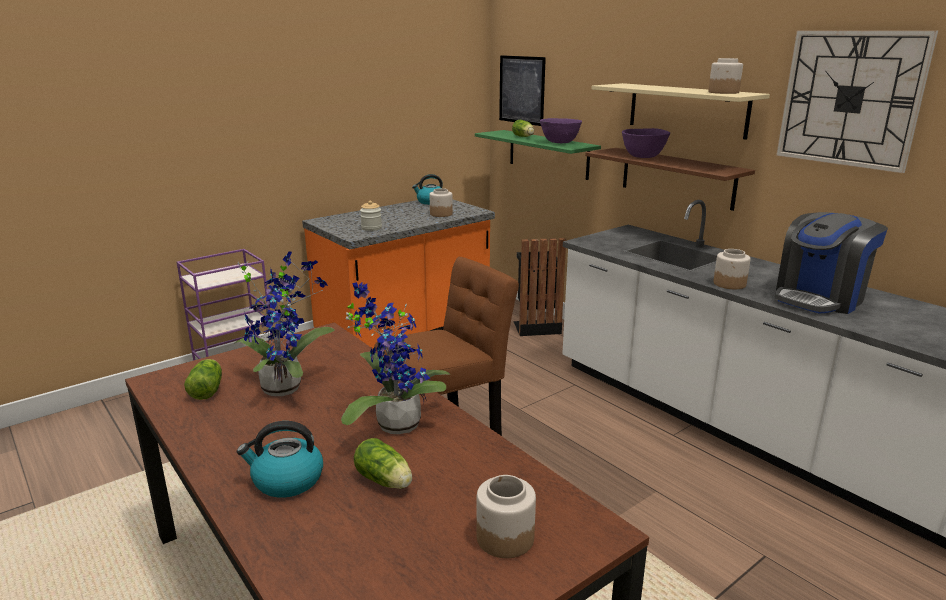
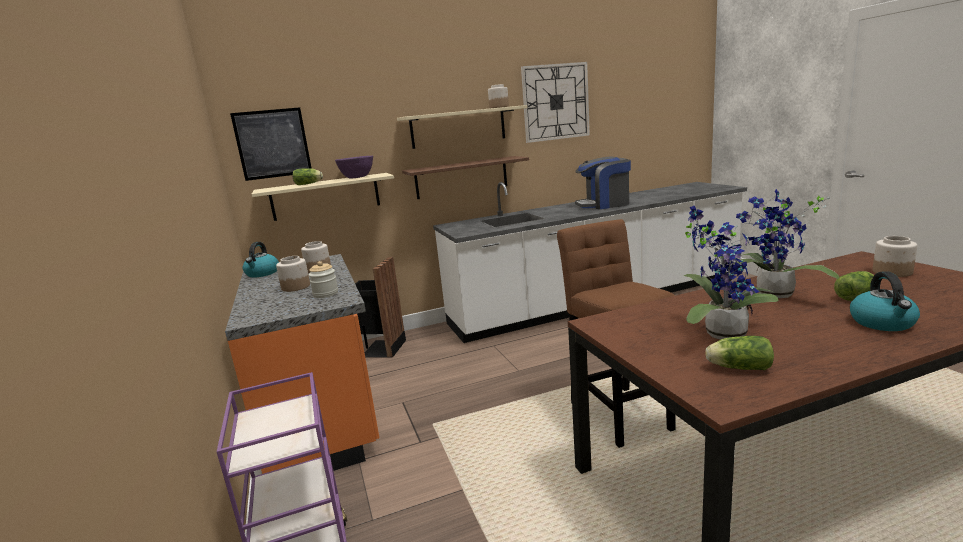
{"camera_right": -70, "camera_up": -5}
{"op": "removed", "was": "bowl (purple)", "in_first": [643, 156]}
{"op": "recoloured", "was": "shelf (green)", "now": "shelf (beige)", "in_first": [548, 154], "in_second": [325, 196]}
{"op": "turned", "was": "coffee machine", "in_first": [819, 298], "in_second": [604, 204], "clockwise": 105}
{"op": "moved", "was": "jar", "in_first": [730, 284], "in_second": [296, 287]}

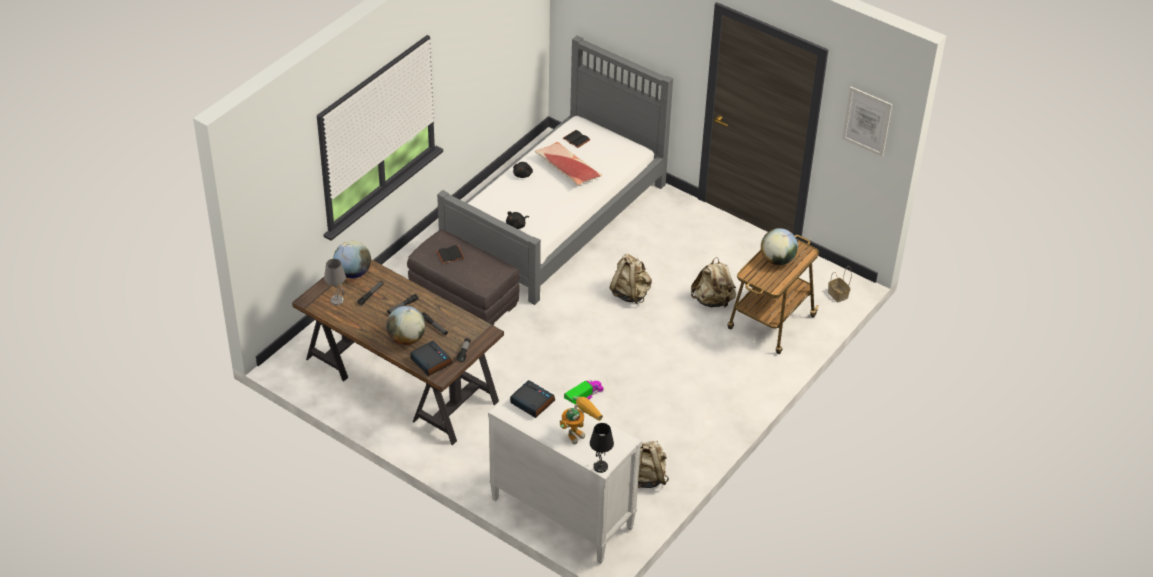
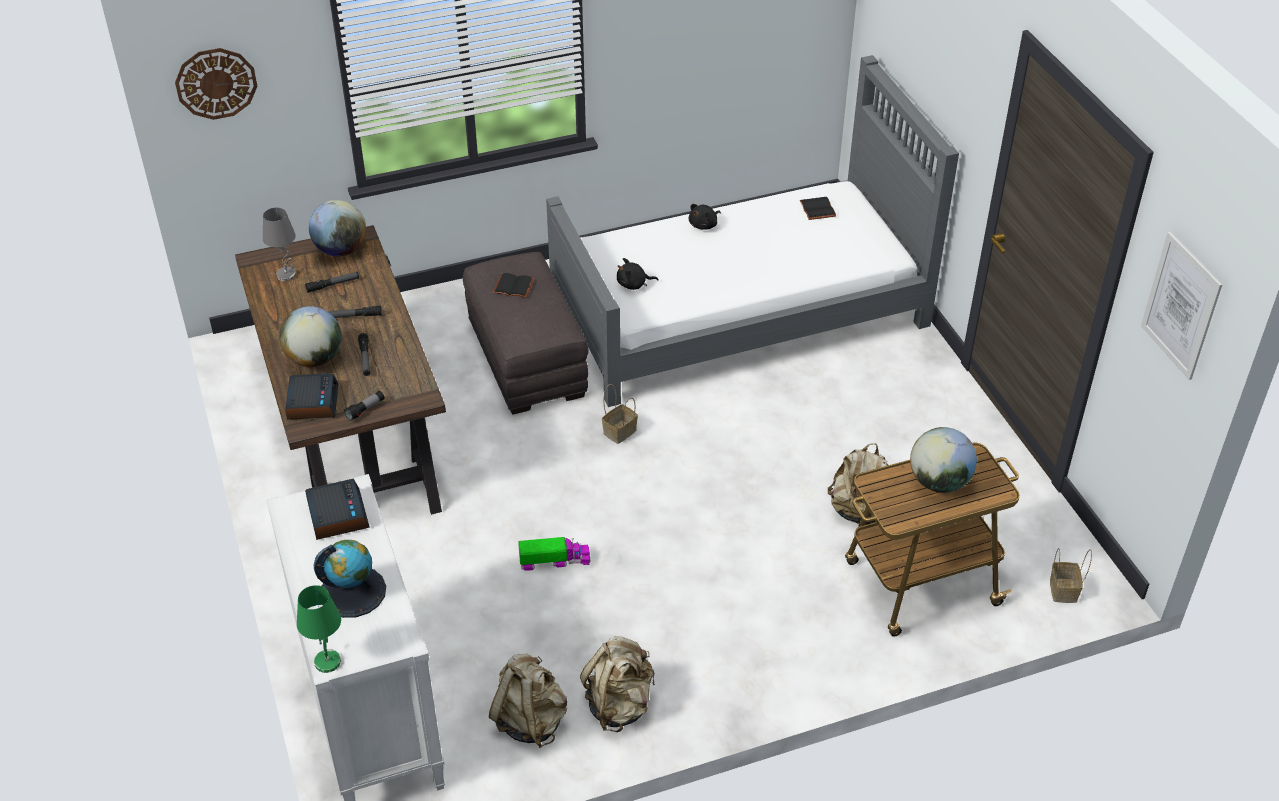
{"camera_right": 35, "camera_up": 0}
{"op": "removed", "was": "pillow", "in_first": [567, 169]}
{"op": "moved", "was": "backpack (beige)", "in_first": [630, 293], "in_second": [619, 705]}
{"op": "replaced", "was": "toy robot", "now": "globe", "in_first": [578, 432], "in_second": [353, 591]}
{"op": "recoloured", "was": "table lamp (black)", "now": "table lamp (green)", "in_first": [600, 467], "in_second": [327, 661]}
{"op": "added", "now": "wall clock", "in_second": [216, 83]}
{"op": "added", "now": "basket", "in_second": [620, 431]}

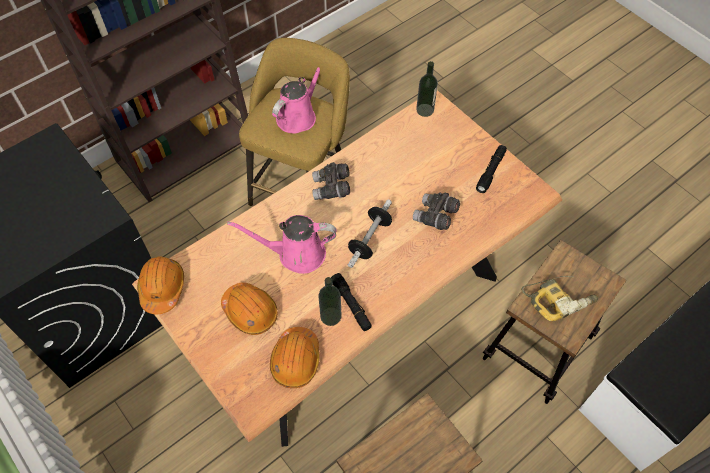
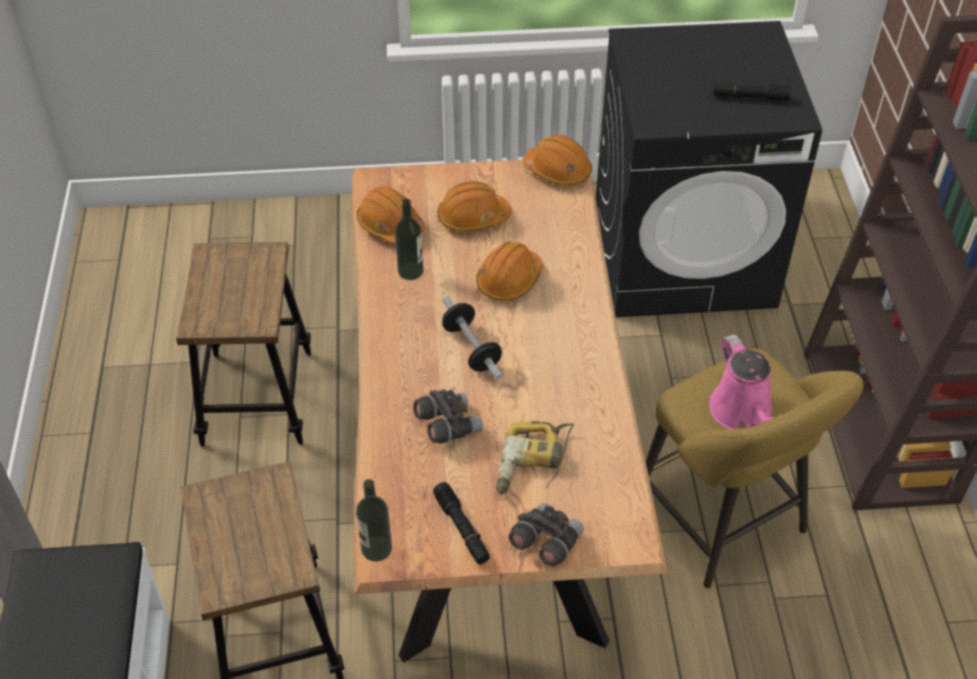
{"camera_right": 125, "camera_up": -10}
{"op": "moved", "was": "bottle", "in_first": [425, 110], "in_second": [376, 548]}
{"op": "moved", "was": "binoculars (grey)", "in_first": [331, 188], "in_second": [545, 542]}
{"op": "replaced", "was": "watering can (pink)", "now": "hard hat (orange)", "in_first": [296, 253], "in_second": [509, 280]}
{"op": "moved", "was": "flashlight (black)", "in_first": [351, 305], "in_second": [750, 97]}
{"op": "moved", "was": "power drill", "in_first": [558, 298], "in_second": [533, 464]}

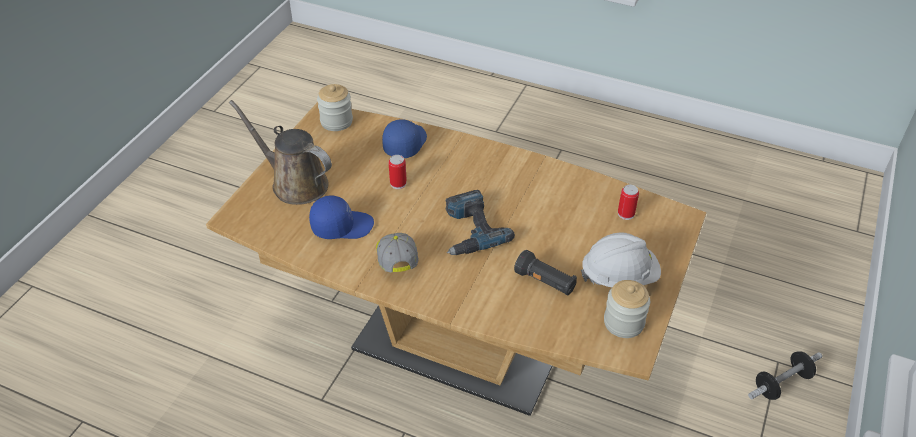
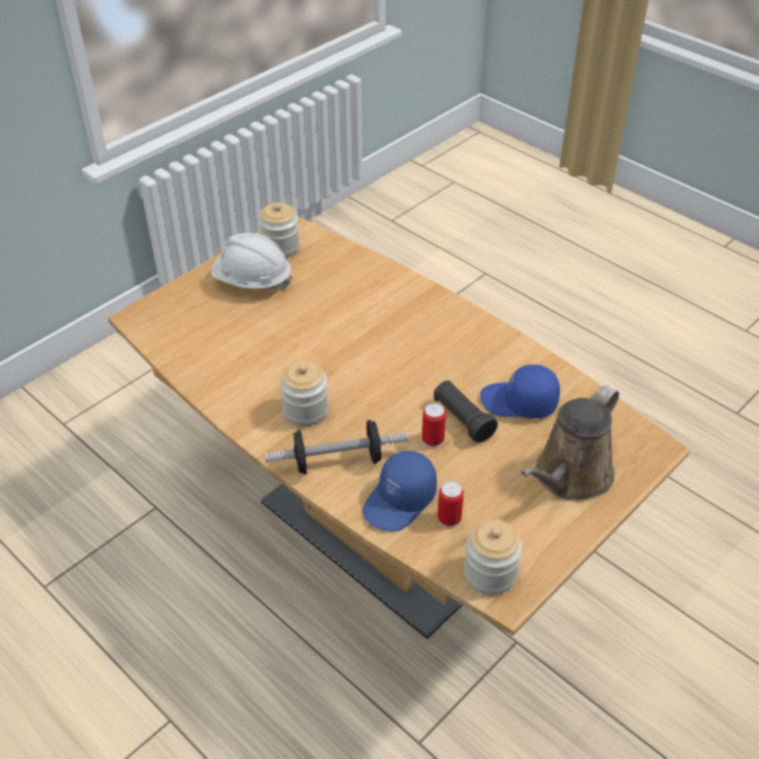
{"camera_right": -160, "camera_up": 0}
{"op": "turned", "was": "watering can (brown)", "in_first": [295, 183], "in_second": [569, 477], "clockwise": 75}
{"op": "moved", "was": "can", "in_first": [626, 214], "in_second": [449, 518]}
{"op": "removed", "was": "power drill", "in_first": [469, 230]}
{"op": "removed", "was": "cap", "in_first": [396, 259]}
{"op": "moved", "was": "flashlight (black)", "in_first": [545, 282], "in_second": [462, 419]}
{"op": "moved", "was": "dumbbell", "in_first": [782, 383], "in_second": [337, 461]}
{"op": "added", "now": "jar", "in_second": [305, 410]}

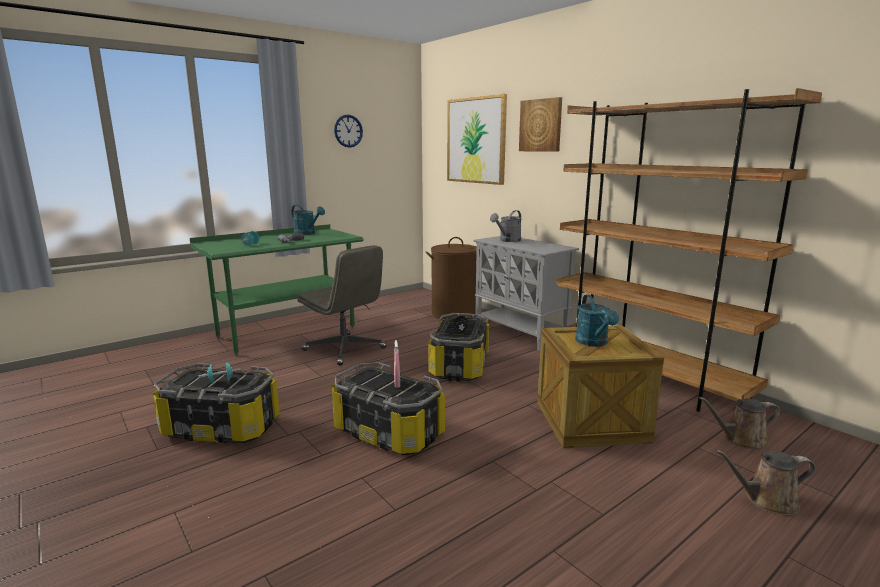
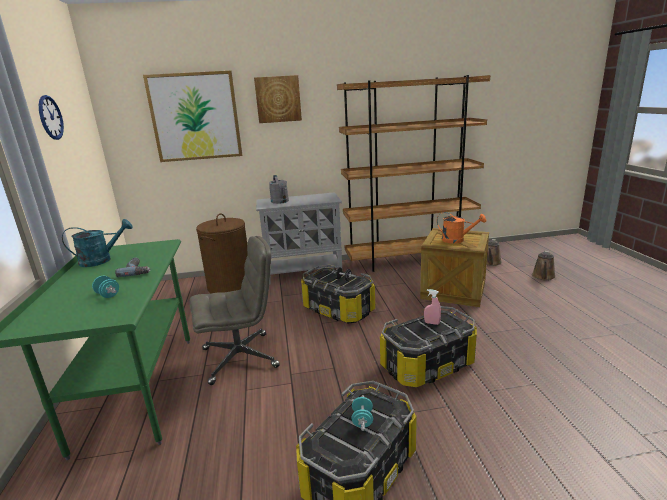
{"camera_right": -60, "camera_up": 5}
{"op": "recoloured", "was": "watering can (turquoise)", "now": "watering can (orange)", "in_first": [594, 343], "in_second": [457, 240]}

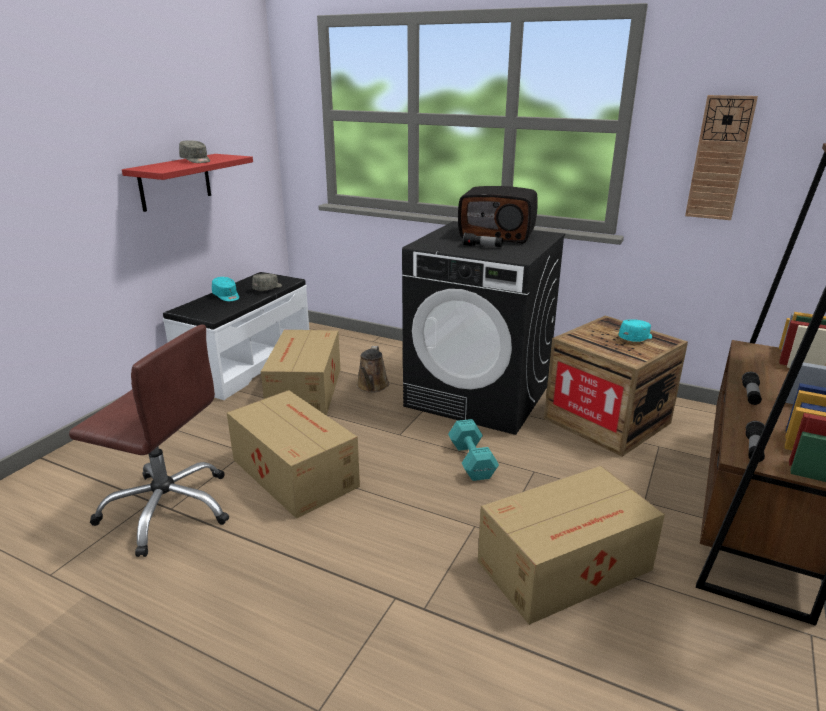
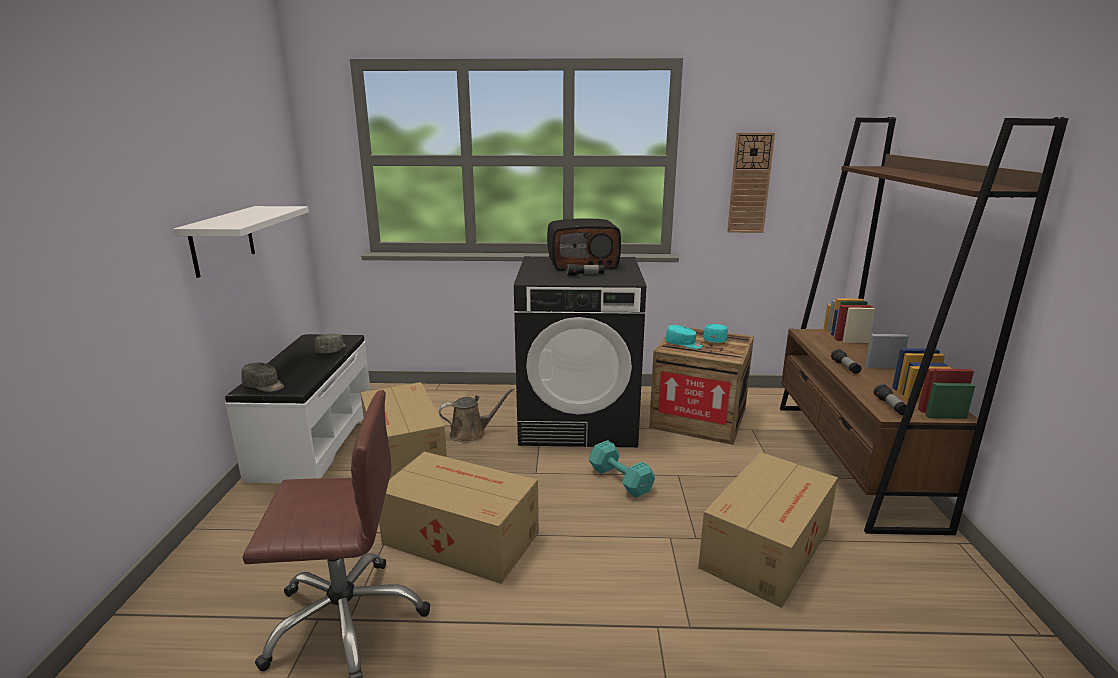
{"camera_right": -25, "camera_up": -5}
{"op": "moved", "was": "cap (grey)", "in_first": [196, 160], "in_second": [264, 386]}
{"op": "recoloured", "was": "shelf (red)", "now": "shelf (white)", "in_first": [175, 182], "in_second": [222, 240]}
{"op": "moved", "was": "cap (turquoise)", "in_first": [226, 296], "in_second": [683, 344]}
{"op": "turned", "was": "watering can (brown)", "in_first": [372, 386], "in_second": [471, 433], "clockwise": -90}

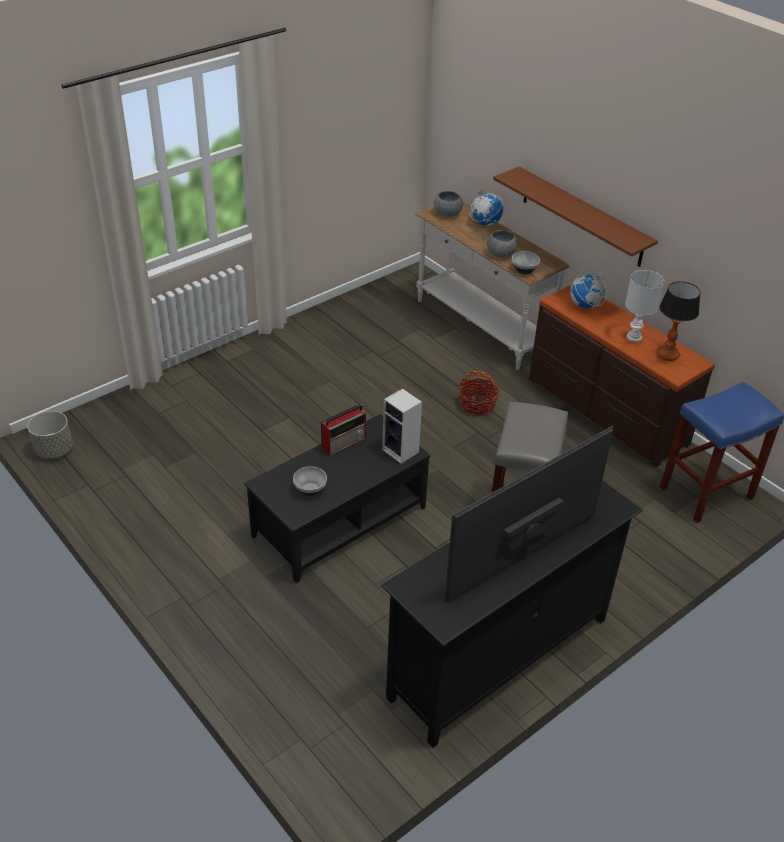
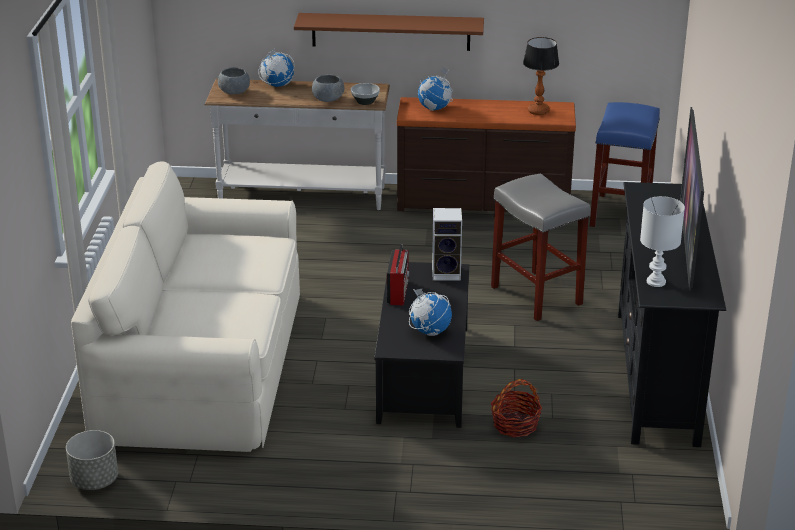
{"camera_right": -45, "camera_up": -10}
{"op": "moved", "was": "table lamp (white)", "in_first": [634, 337], "in_second": [655, 281]}
{"op": "moved", "was": "basket", "in_first": [477, 405], "in_second": [515, 424]}
{"op": "replaced", "was": "bowl", "now": "globe", "in_first": [310, 490], "in_second": [430, 331]}
{"op": "added", "now": "sofa (beige)", "in_second": [202, 363]}

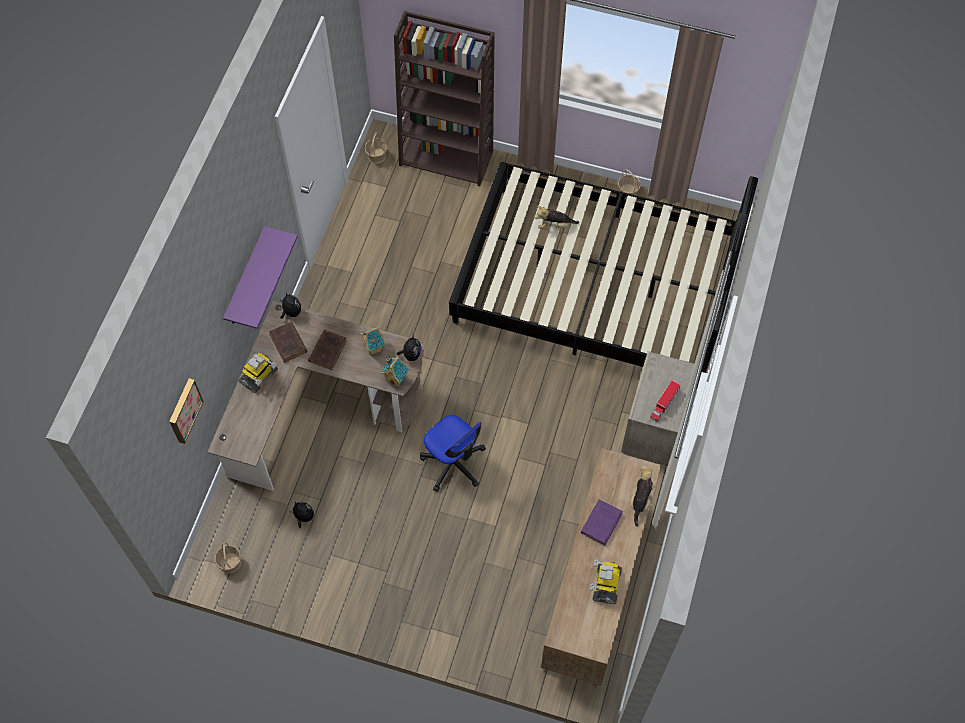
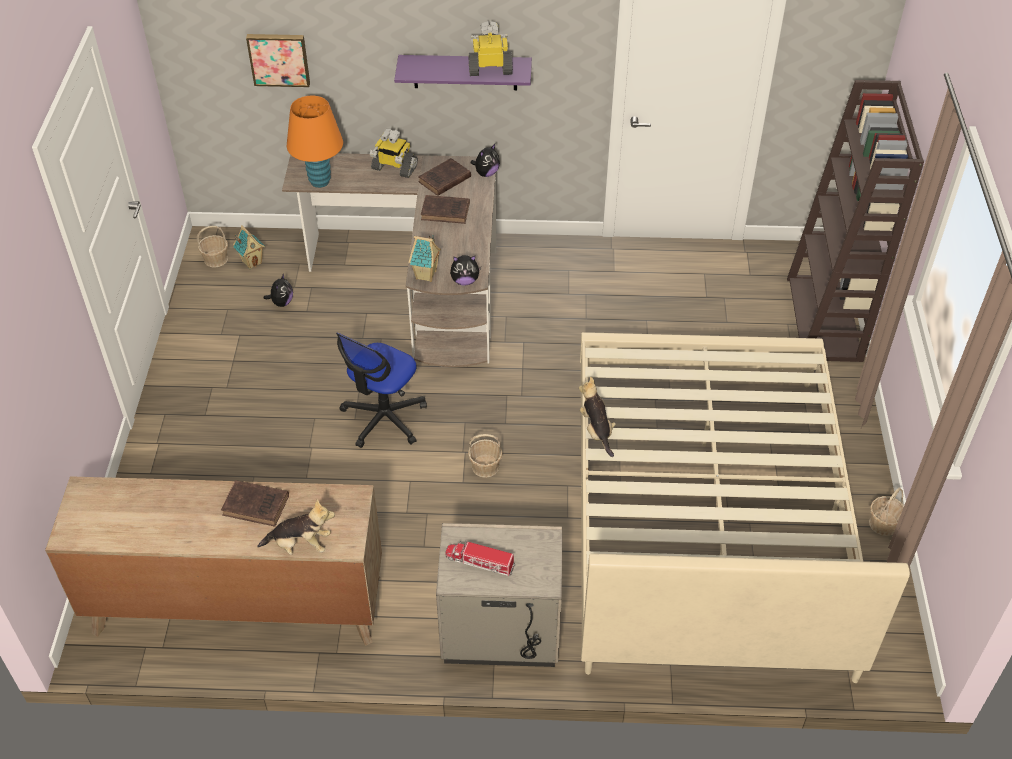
{"camera_right": 75, "camera_up": -15}
{"op": "moved", "was": "basket", "in_first": [376, 156], "in_second": [485, 466]}
{"op": "recoloured", "was": "bed (black)", "now": "bed (beige)", "in_first": [595, 285], "in_second": [706, 515]}
{"op": "moved", "was": "plush toy", "in_first": [554, 225], "in_second": [596, 430]}
{"op": "moved", "was": "toy house", "in_first": [374, 348], "in_second": [252, 262]}
{"op": "recoloured", "was": "book (purple)", "now": "book (brown)", "in_first": [602, 522], "in_second": [257, 506]}
{"op": "moved", "was": "toy robot", "in_first": [605, 584], "in_second": [490, 69]}
{"op": "added", "now": "table lamp (orange)", "in_second": [319, 181]}

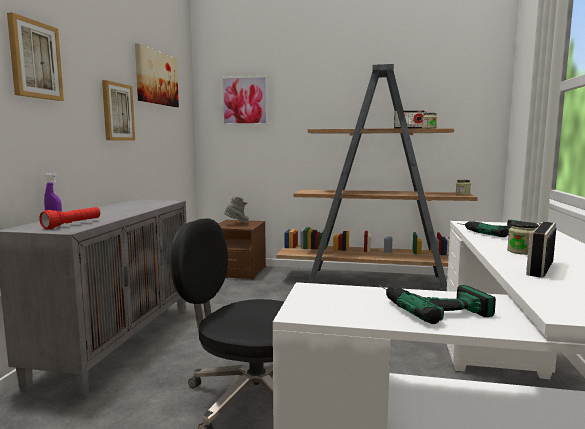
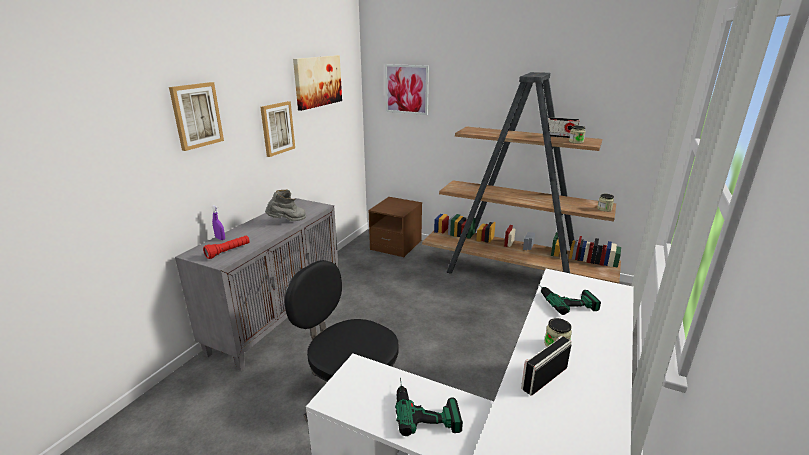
{"camera_right": 15, "camera_up": 15}
{"op": "moved", "was": "boot (grey)", "in_first": [237, 224], "in_second": [288, 222]}

